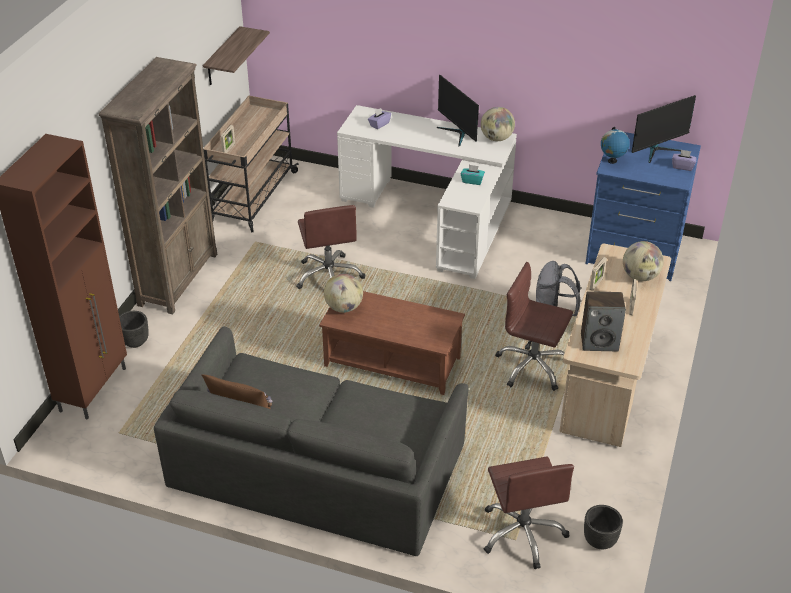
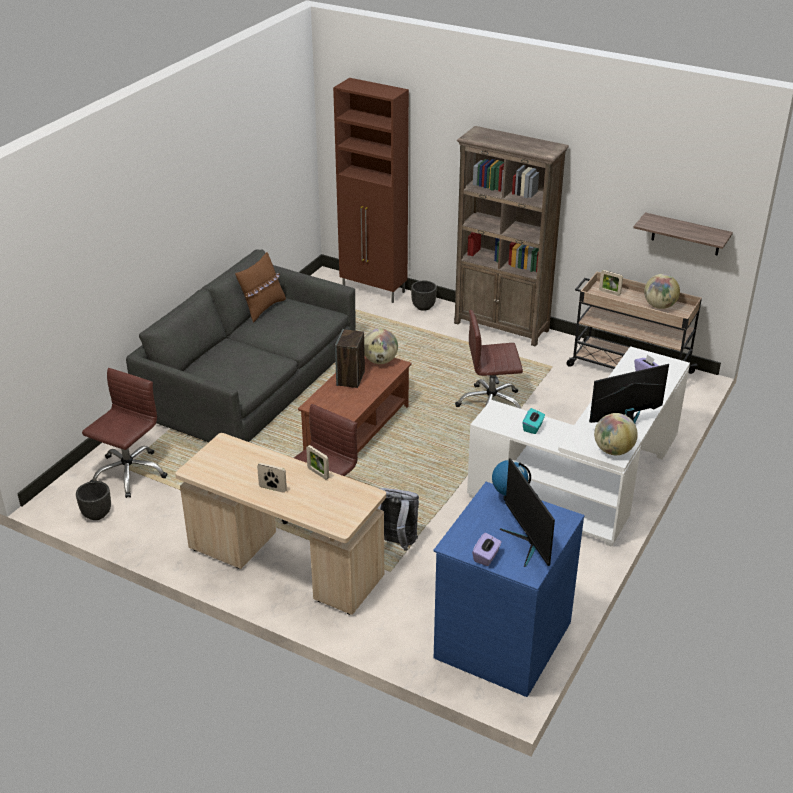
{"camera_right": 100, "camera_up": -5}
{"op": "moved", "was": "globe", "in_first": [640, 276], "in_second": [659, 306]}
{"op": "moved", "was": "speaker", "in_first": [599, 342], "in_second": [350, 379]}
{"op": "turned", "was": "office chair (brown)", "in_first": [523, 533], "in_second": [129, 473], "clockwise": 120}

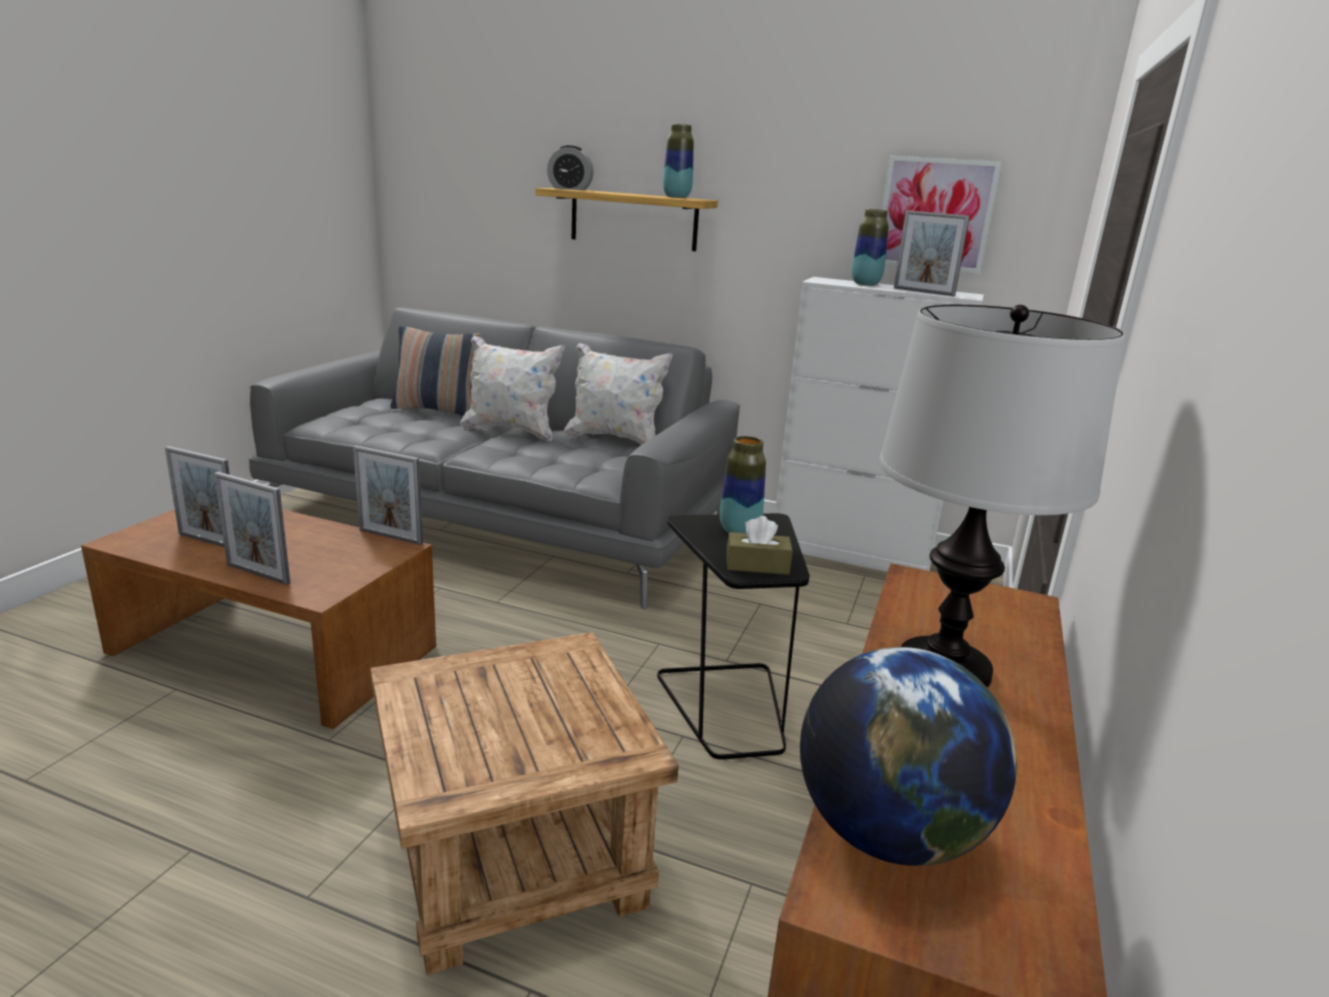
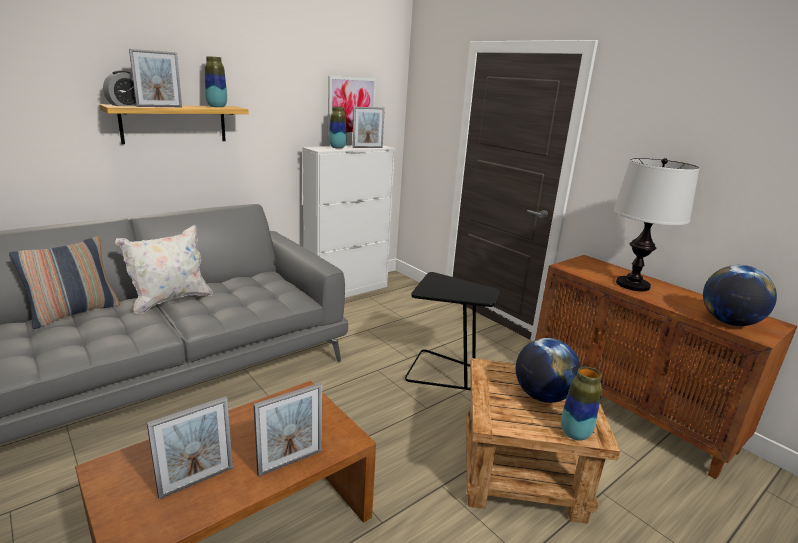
{"camera_right": -60, "camera_up": 0}
{"op": "removed", "was": "pillow (white)", "in_first": [615, 439]}
{"op": "moved", "was": "vase", "in_first": [739, 531], "in_second": [575, 434]}
{"op": "moved", "was": "picture frame", "in_first": [390, 537], "in_second": [159, 107]}
{"op": "removed", "was": "tissue box (brown)", "in_first": [757, 565]}
{"op": "added", "now": "globe", "in_second": [542, 396]}

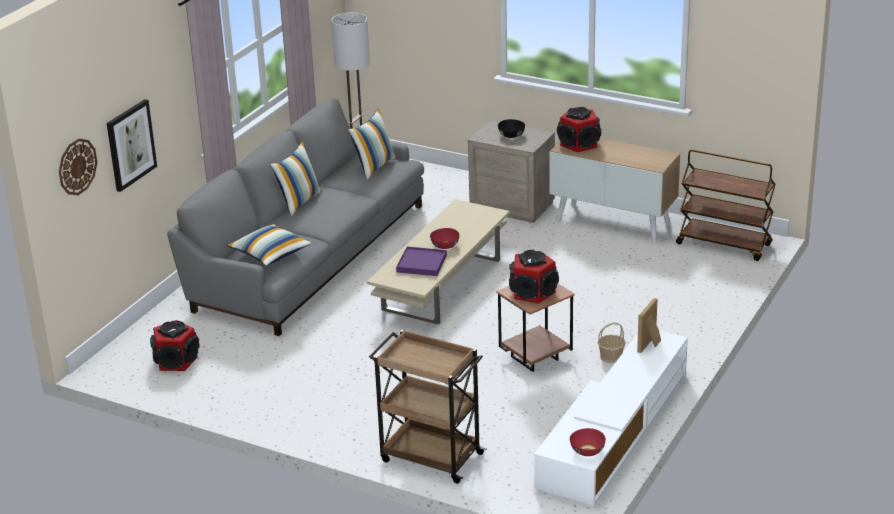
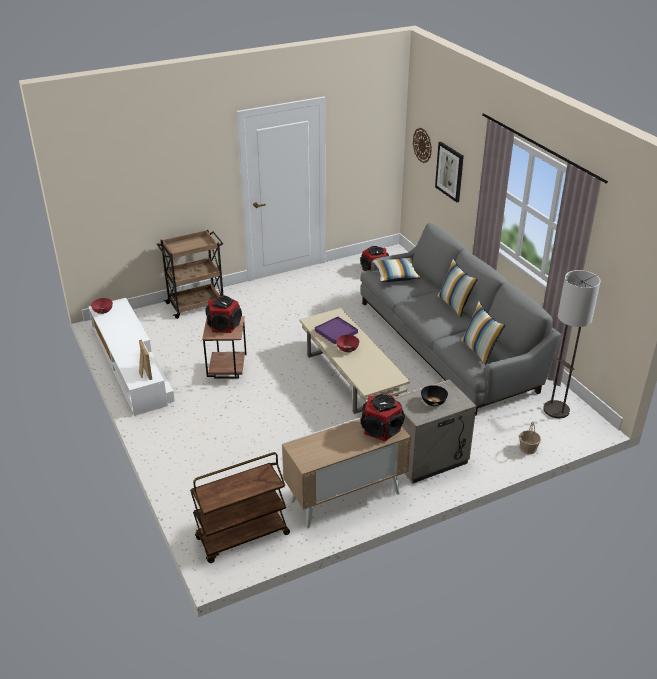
{"camera_right": 125, "camera_up": 5}
{"op": "moved", "was": "basket", "in_first": [611, 357], "in_second": [528, 448]}

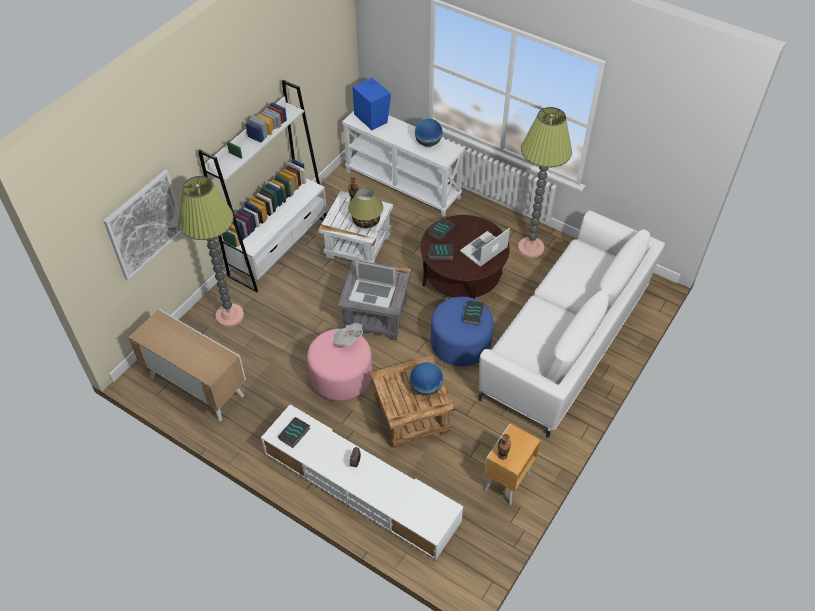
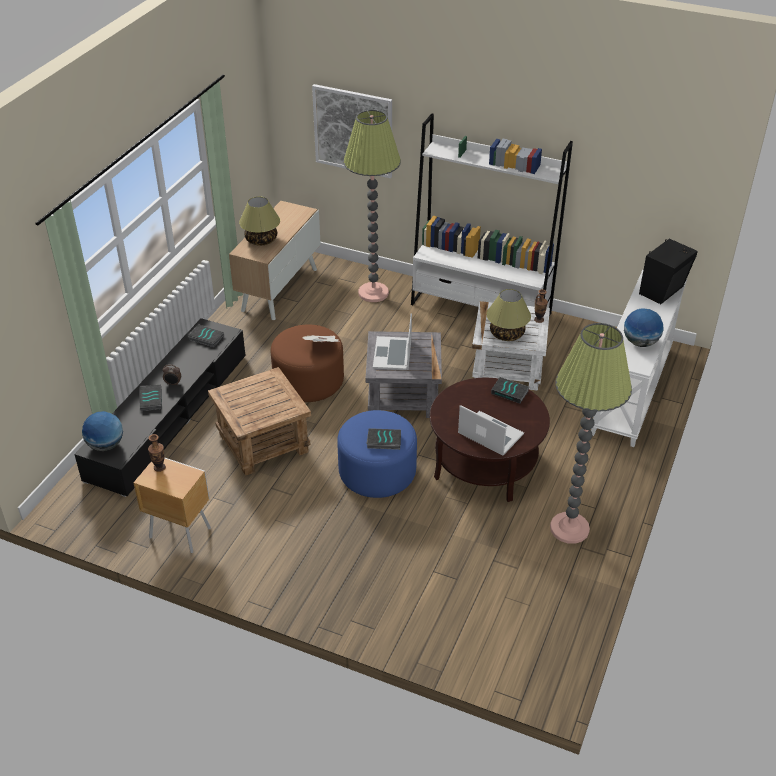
{"camera_right": 80, "camera_up": -10}
{"op": "recoloured", "was": "speaker (blue)", "now": "speaker (black)", "in_first": [371, 117], "in_second": [663, 291]}
{"op": "removed", "was": "sofa (white)", "in_first": [565, 343]}
{"op": "moved", "was": "book", "in_first": [440, 253], "in_second": [150, 399]}
{"op": "recoloured", "was": "ottoman (pink)", "now": "ottoman (brown)", "in_first": [341, 377], "in_second": [308, 381]}
{"op": "moved", "was": "globe", "in_first": [426, 388], "in_second": [106, 445]}
{"op": "recoloured", "was": "tv stand (white)", "now": "tv stand (black)", "in_first": [360, 487], "in_second": [169, 415]}
{"op": "added", "now": "table lamp", "in_second": [261, 240]}

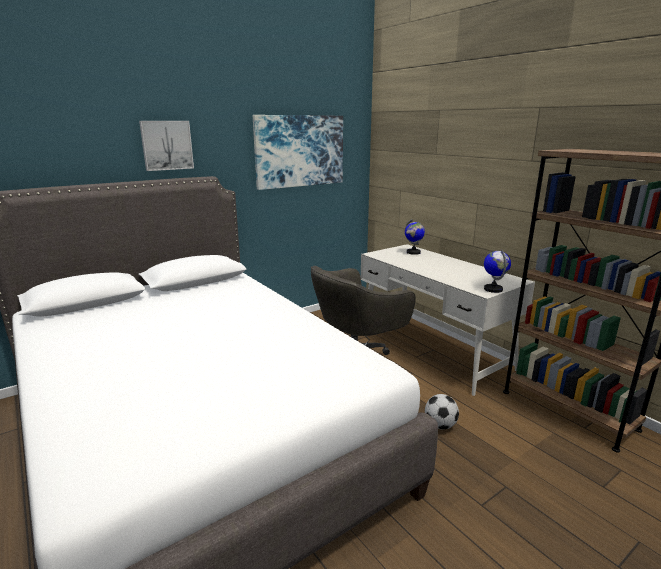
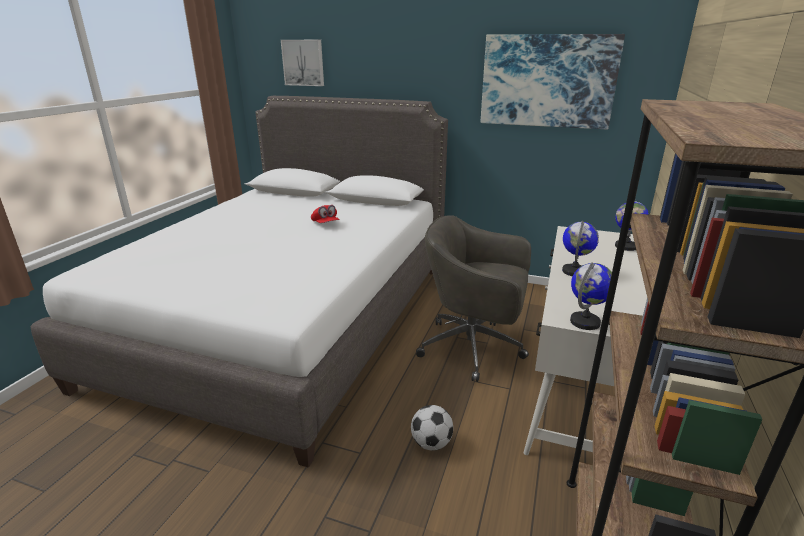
{"camera_right": 55, "camera_up": 5}
{"op": "moved", "was": "picture", "in_first": [166, 145], "in_second": [303, 62]}
{"op": "added", "now": "cap (red)", "in_second": [325, 224]}
{"op": "added", "now": "globe", "in_second": [574, 271]}

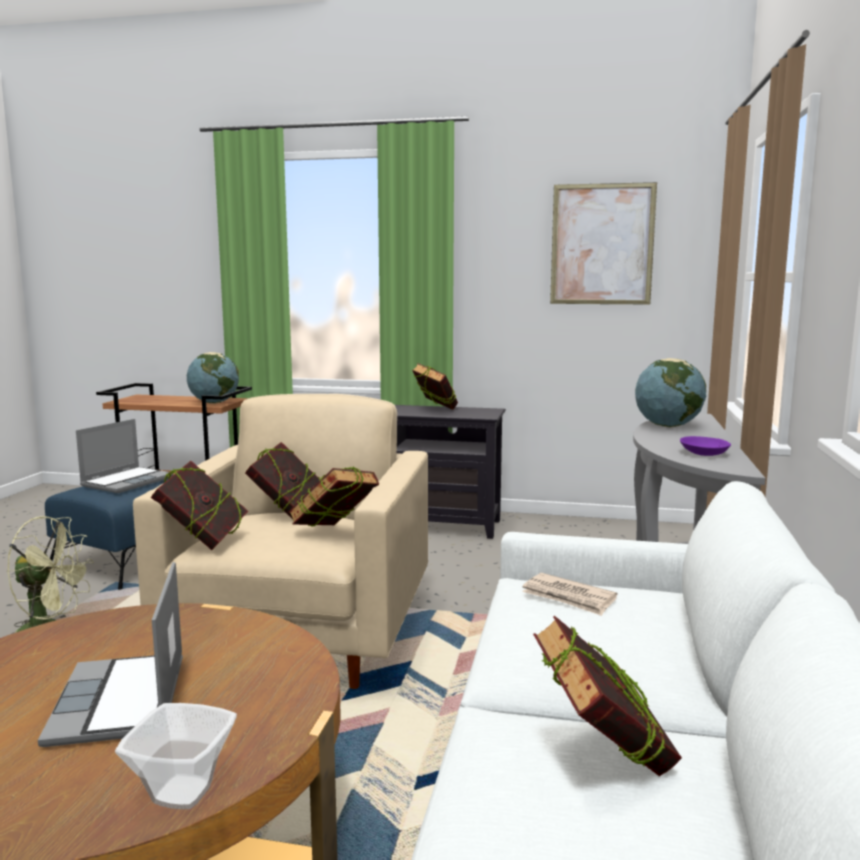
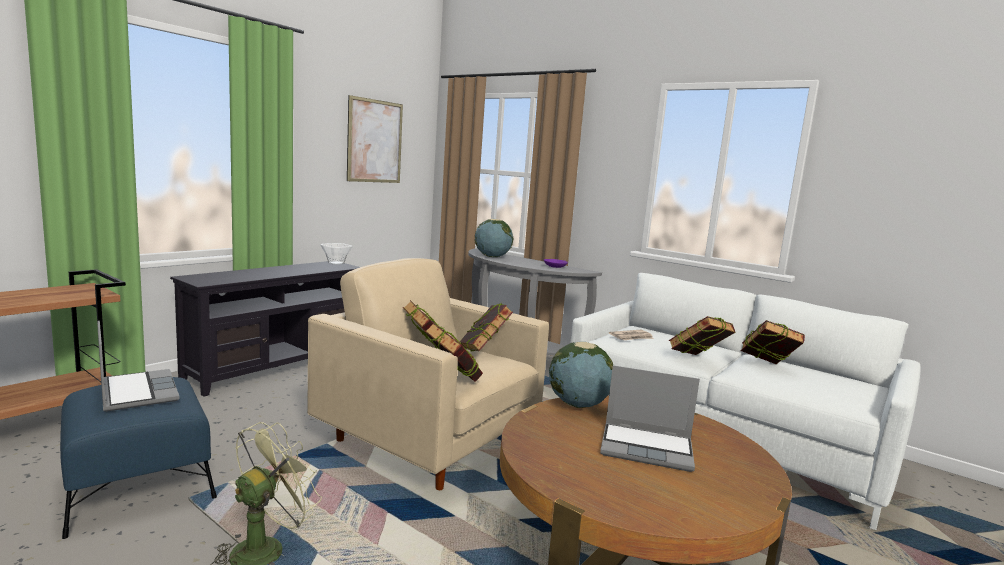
{"camera_right": -65, "camera_up": 0}
{"op": "moved", "was": "globe", "in_first": [214, 402], "in_second": [578, 404]}
{"op": "moved", "was": "book", "in_first": [435, 410], "in_second": [697, 360]}
{"op": "moved", "was": "bowl", "in_first": [185, 792], "in_second": [336, 263]}

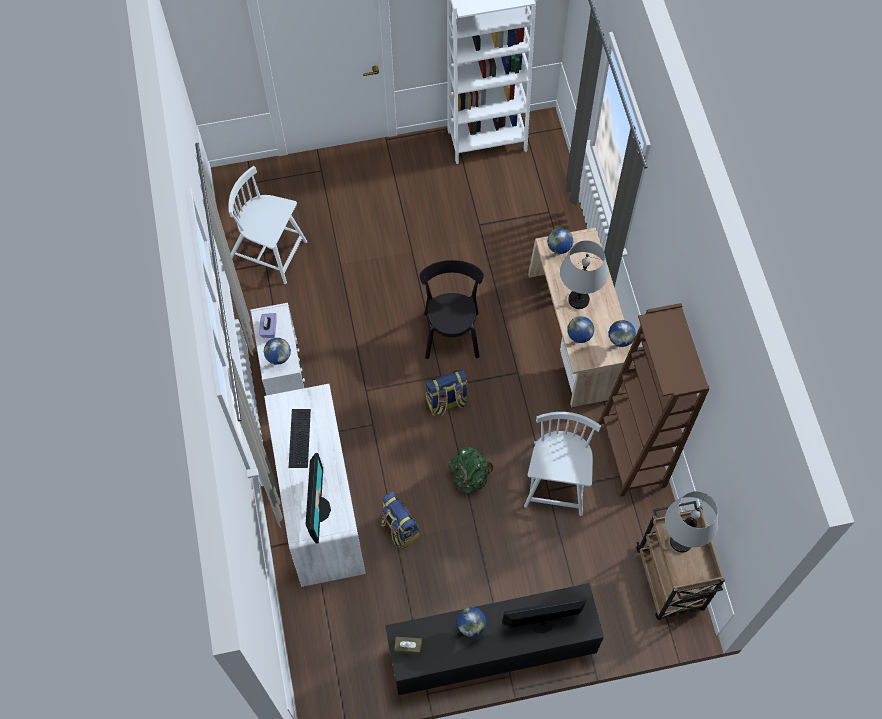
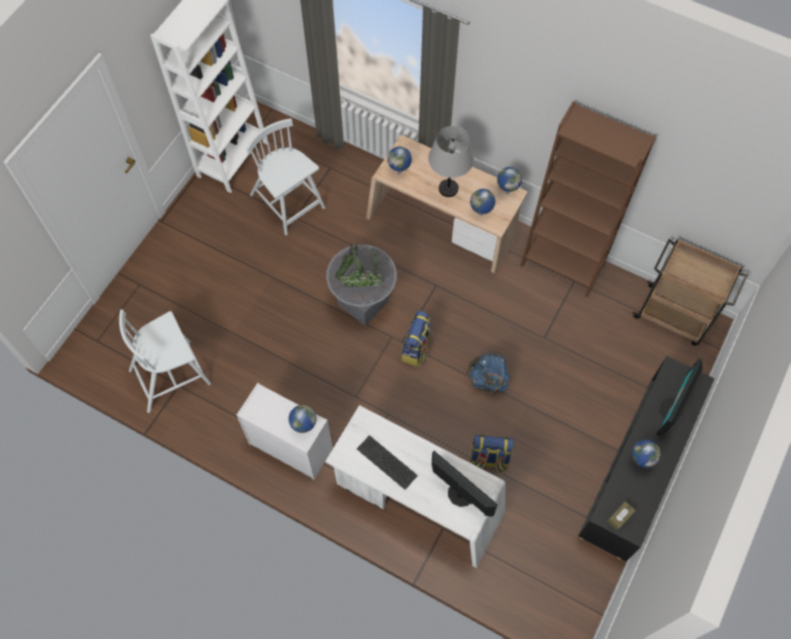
{"camera_right": -50, "camera_up": 0}
{"op": "replaced", "was": "chair (black)", "now": "planter (grey)", "in_first": [451, 331], "in_second": [363, 302]}
{"op": "removed", "was": "tissue box (purple)", "in_first": [269, 329]}
{"op": "moved", "was": "chair (white)", "in_first": [557, 480], "in_second": [288, 203]}
{"op": "recoloured", "was": "backpack (green)", "now": "backpack (blue)", "in_first": [469, 476], "in_second": [488, 380]}
{"op": "removed", "was": "table lamp (grey)", "in_first": [681, 541]}

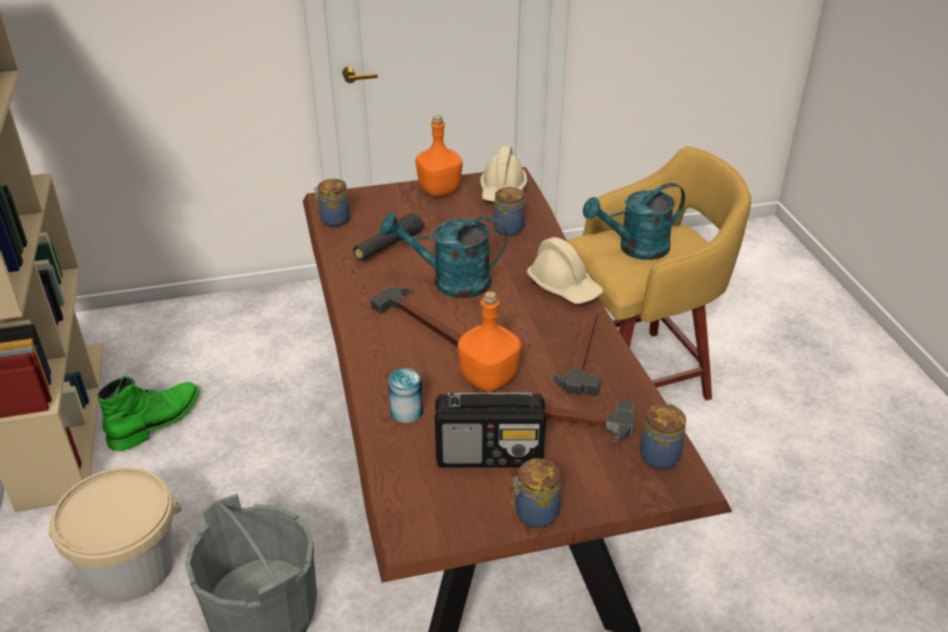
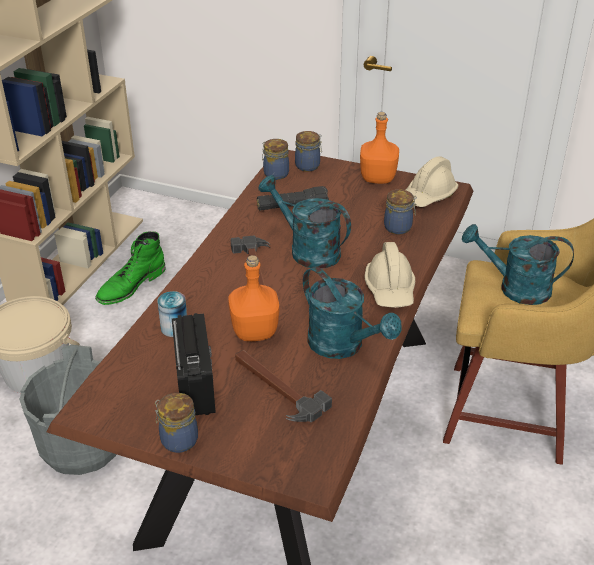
{"camera_right": 35, "camera_up": 0}
{"op": "replaced", "was": "hammer", "now": "watering can (turquoise)", "in_first": [582, 355], "in_second": [343, 346]}
{"op": "turned", "was": "boot (green)", "in_first": [156, 421], "in_second": [131, 285], "clockwise": 150}
{"op": "turned", "was": "radio", "in_first": [490, 454], "in_second": [195, 384], "clockwise": -135}
{"op": "moved", "was": "jar", "in_first": [660, 455], "in_second": [308, 166]}

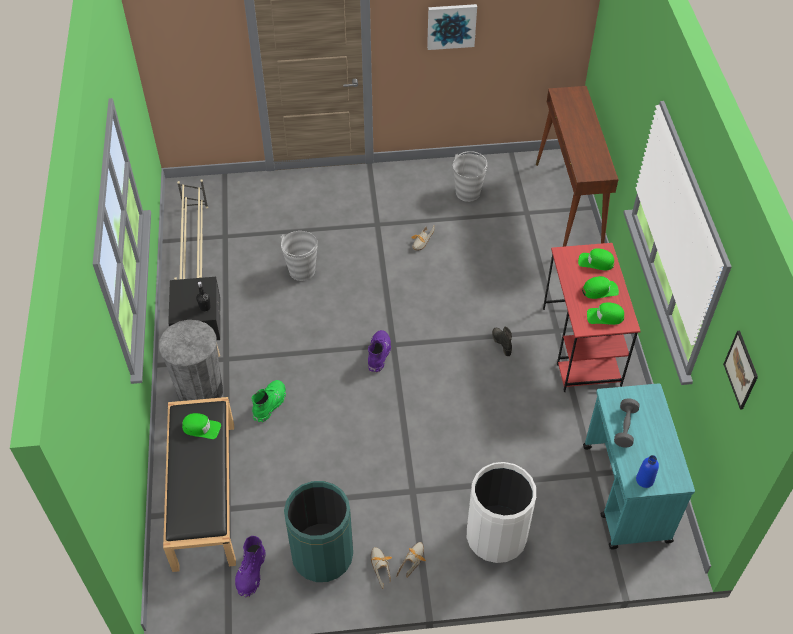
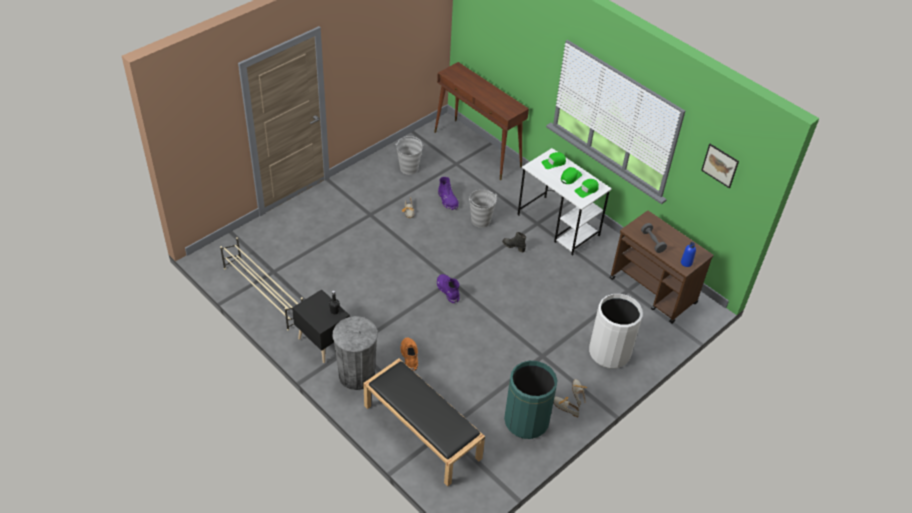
{"camera_right": -40, "camera_up": -5}
{"op": "removed", "was": "picture", "in_first": [451, 26]}
{"op": "moved", "was": "bucket (grey)", "in_first": [301, 271], "in_second": [480, 221]}
{"op": "recoloured", "was": "desk (red)", "now": "desk (white)", "in_first": [581, 347], "in_second": [559, 225]}
{"op": "recoloured", "was": "boot (green)", "now": "boot (orange)", "in_first": [270, 404], "in_second": [409, 356]}
{"op": "recoloured", "was": "cart (turquoise)", "now": "cart (brown)", "in_first": [626, 494], "in_second": [653, 291]}
{"op": "removed", "was": "cap (green)", "in_first": [201, 428]}
{"op": "moved", "was": "boot (purple)", "in_first": [251, 573], "in_second": [447, 200]}

